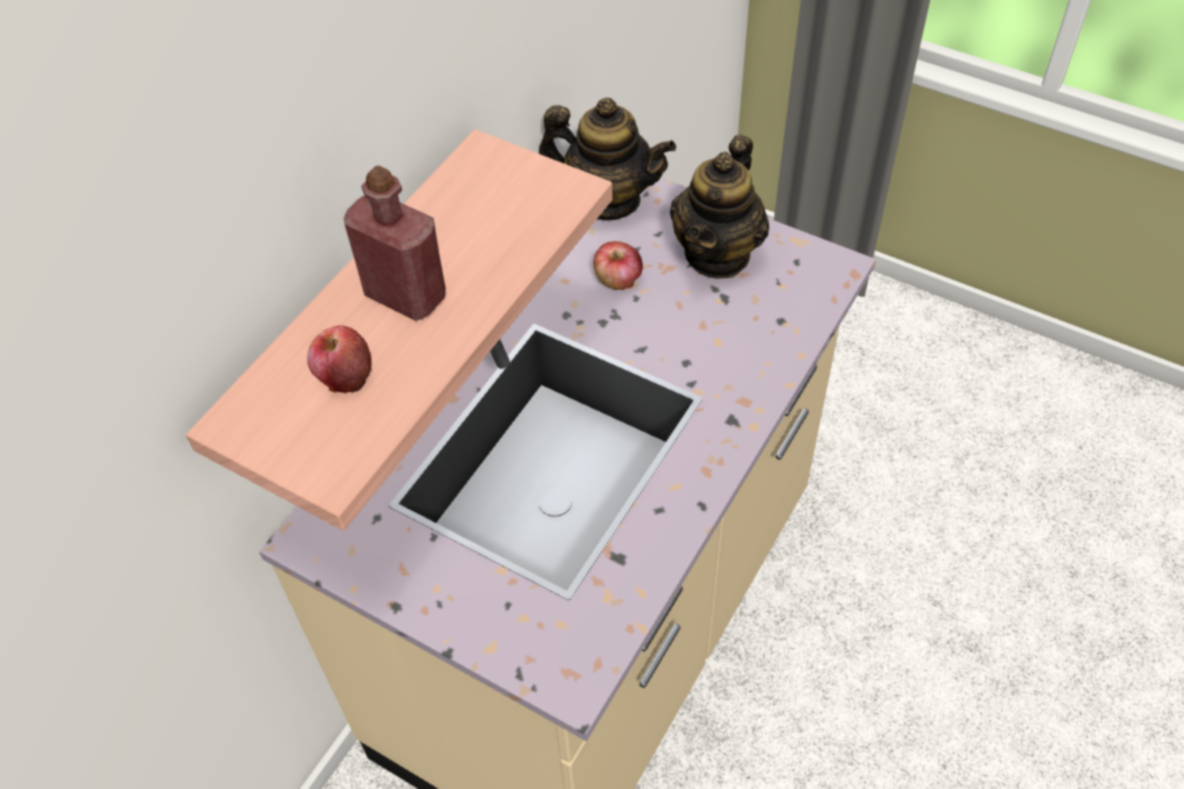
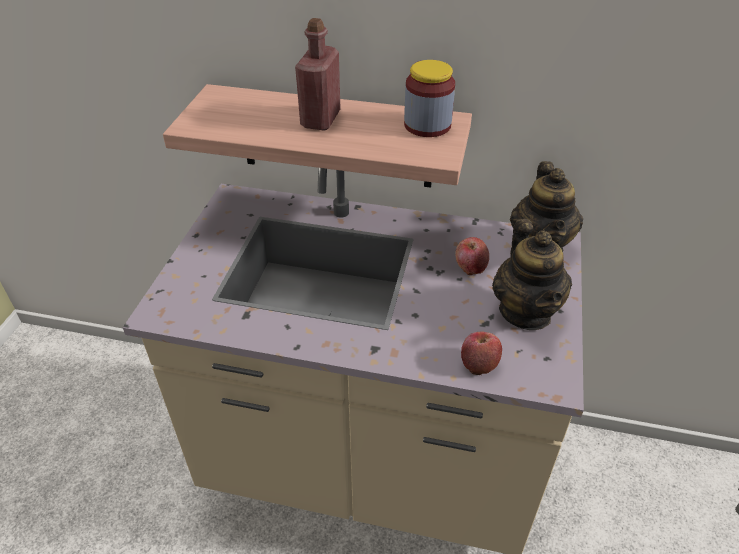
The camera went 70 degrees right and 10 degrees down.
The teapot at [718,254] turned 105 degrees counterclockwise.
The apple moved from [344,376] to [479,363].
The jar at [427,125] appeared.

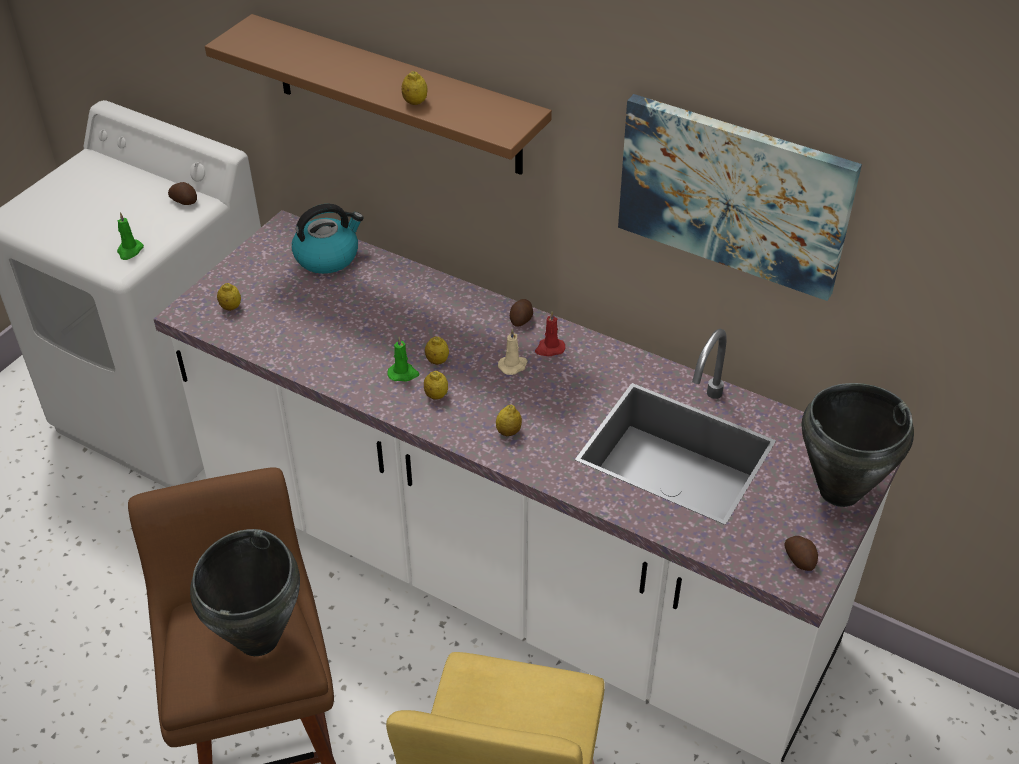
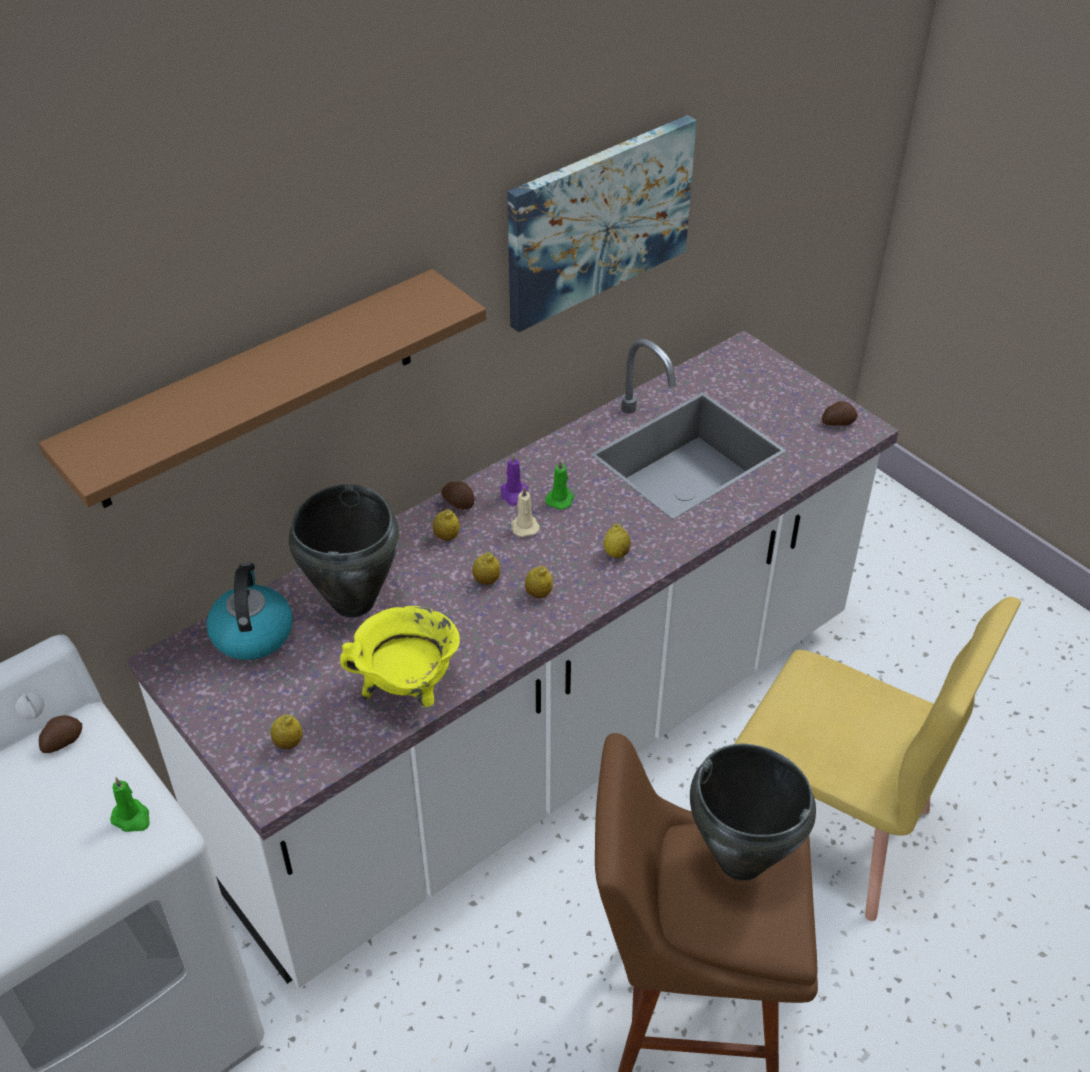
The camera went 70 degrees left and 0 degrees up.
The lemon moved from [415,102] to [447,537].
The reddish_candle at [549,349] became the purplish_candle at [514,494].
The green_candle moved from [403,374] to [560,499].
The black_cooking_pot moved from [838,491] to [352,602].
The yellowish_cooking_pot at [408,690] appeared.

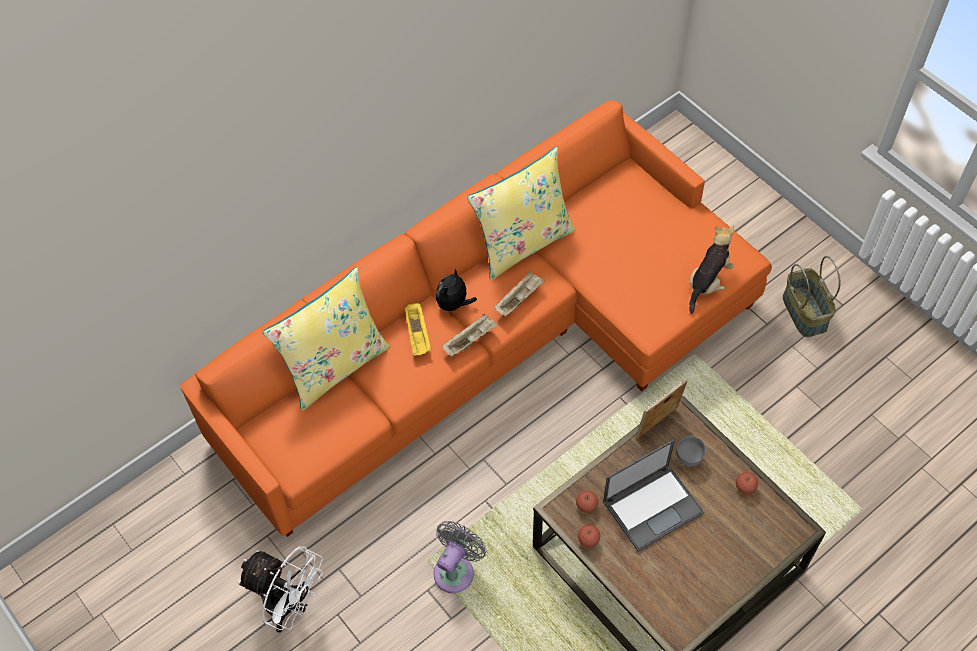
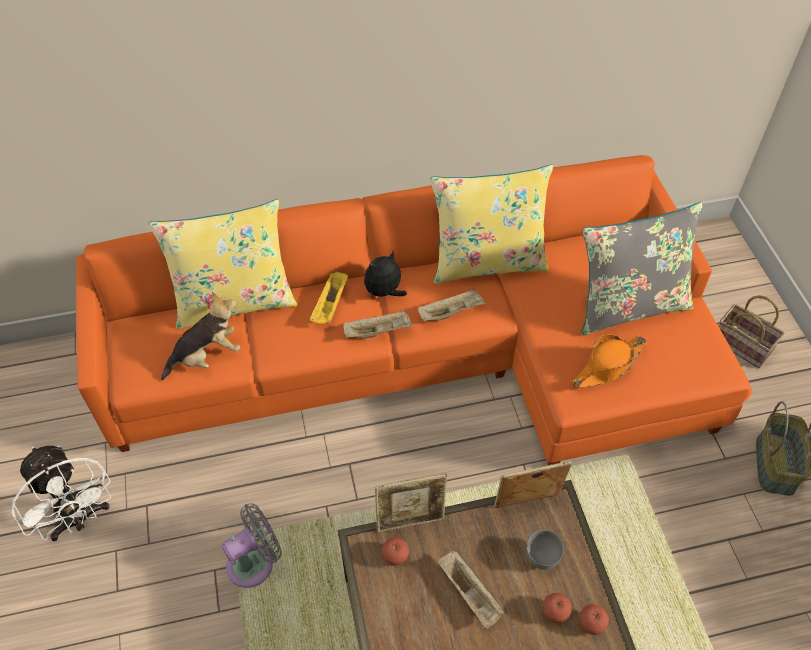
The camera went 25 degrees right and 5 degrees down.
The cuddly_toy moved from [708,282] to [207,356].
The portable_computer at [653,506] was replaced by the sand-coloured_tray at [470,594].
The apple moved from [588,540] to [554,612].
The gray_throw_pillow at [628,306] appeared.
The storage_basket at [744,346] appeared.
The orange_wearable_hat at [608,366] appeared.
The photo_frame at [410,521] appeared.

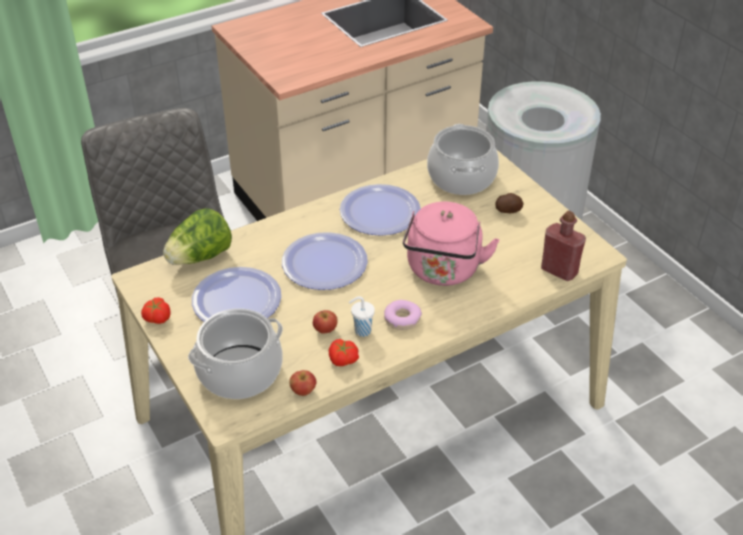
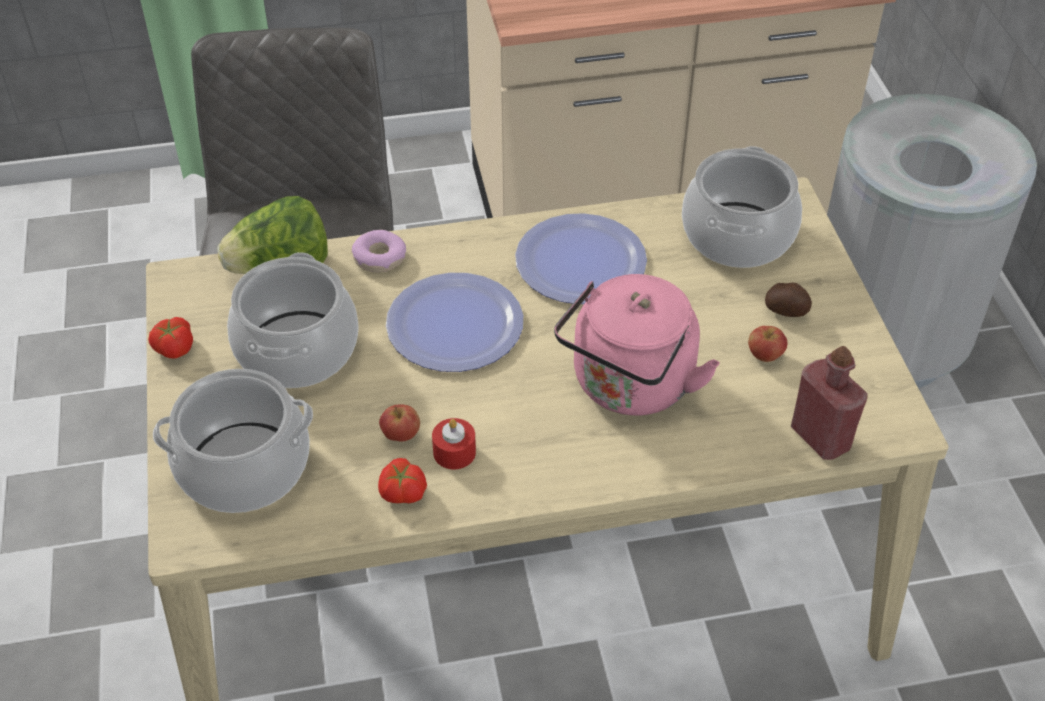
The camera went 20 degrees right and 5 degrees up.
The plate at [237,300] was replaced by the cooking_pot at [298,350].
The white-coloured_drinking_cup at [361,331] was replaced by the reddish_candle at [454,452].
The donut moved from [402,319] to [379,258].
The apple moved from [303,391] to [765,355].

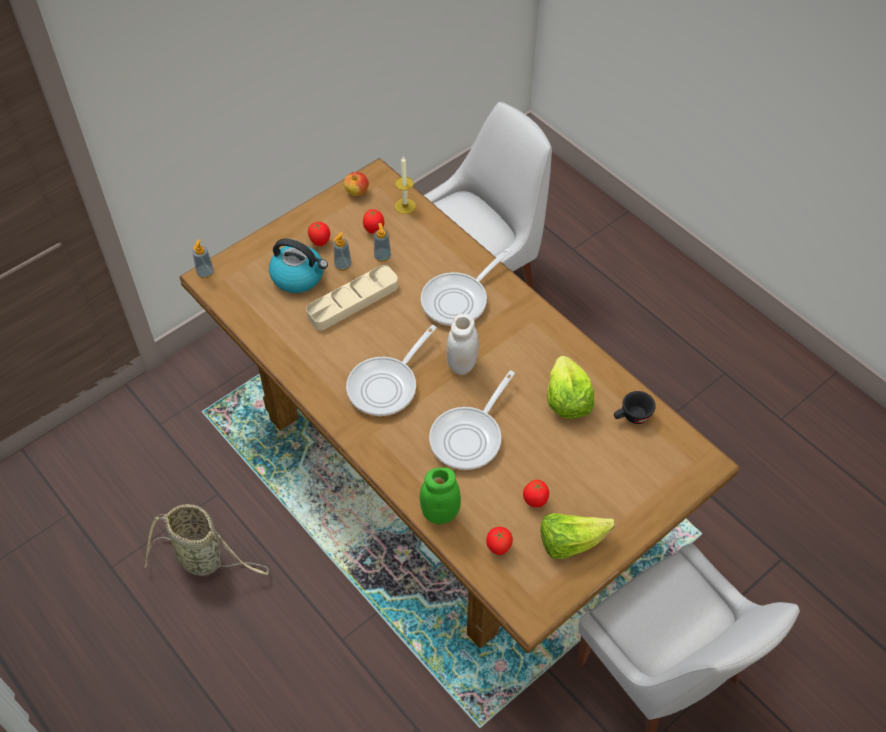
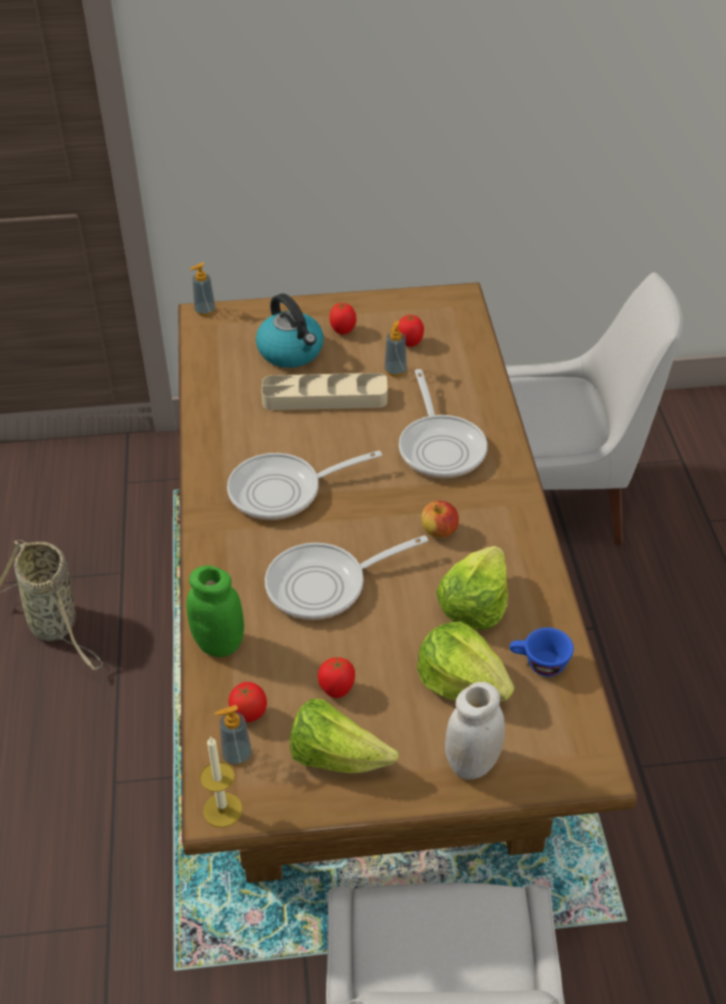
The camera went 35 degrees right and 10 degrees down.
The candle moved from [405,206] to [222,810].
The apple moved from [357,192] to [439,532].
The liquid_soap_bottle moved from [343,265] to [237,755].
The frying_pan at [459,300] turned 90 degrees counterclockwise.
The white-coloured_jar moved from [462,364] to [472,763].
The black_drinking_cup at [632,417] became the blue_drinking_cup at [539,664].
The lettuce at [462,682] appeared.

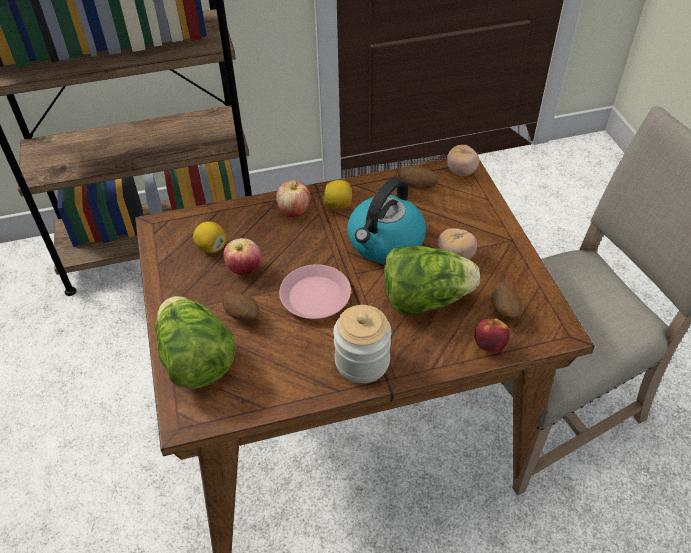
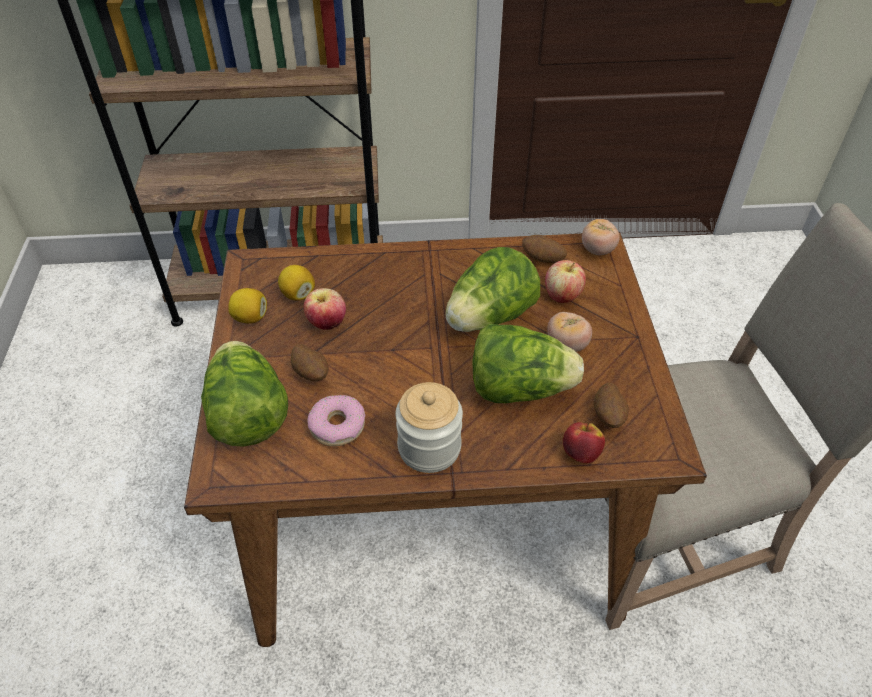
The camera went 10 degrees right and 0 degrees up.
The tea_kettle at [385,243] was replaced by the lettuce at [490,317].
The apple moved from [294,211] to [562,296].
The lemon moved from [338,205] to [250,317].
The pink-coloured_plate at [315,296] disappeared.
The donut at [337,425] appeared.

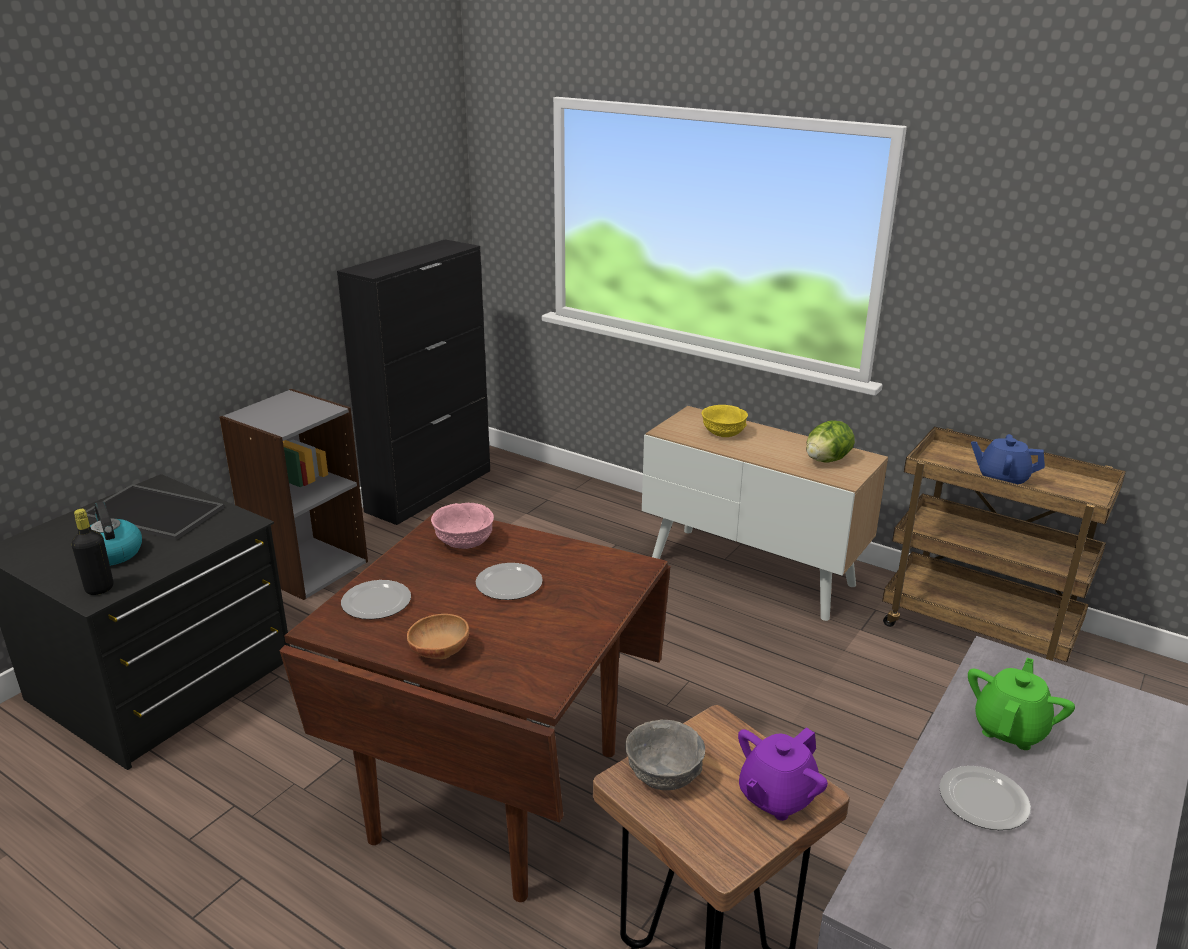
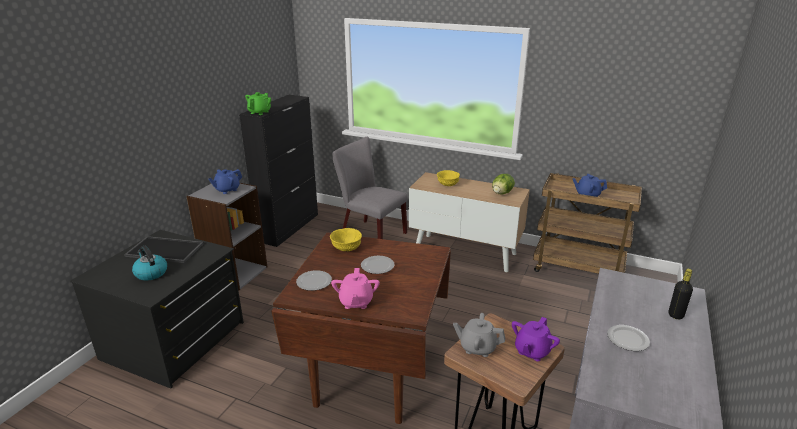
The camera went 10 degrees left and 0 degrees up.
The pink-coloured_deep_dish at [463,542] became the yellowish_deep_dish at [346,248].
The black_bottle moved from [99,589] to [675,315].
The brownish_deep_dish at [438,652] was replaced by the pink-coloured_teapot at [356,302].
The green_teapot moved from [1010,729] to [260,112].
The gray_deep_dish at [665,774] was replaced by the gray_teapot at [477,347].
The gray_plain_chair at [369,234] appeared.
The blue_teapot at [227,190] appeared.

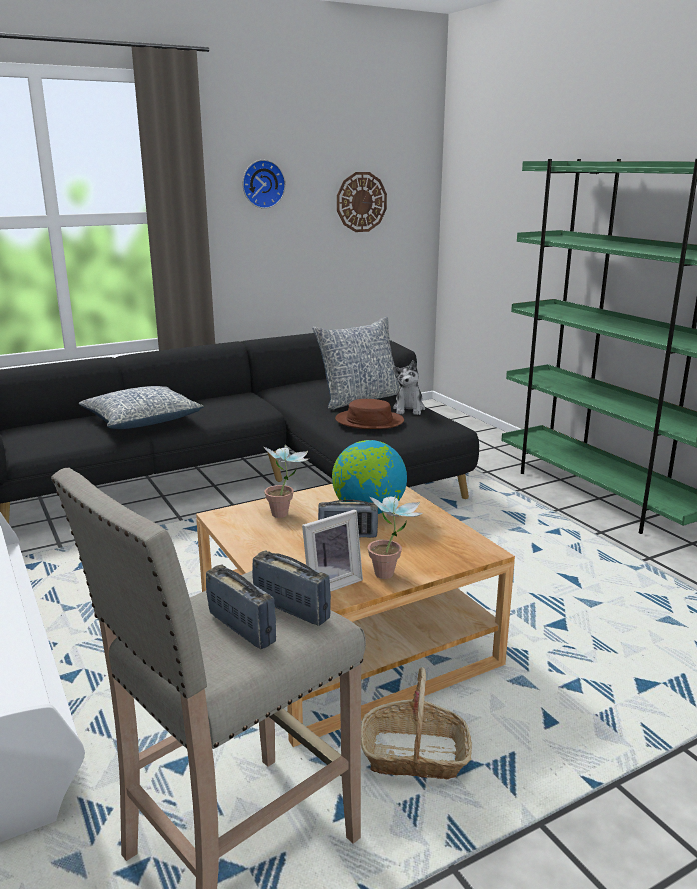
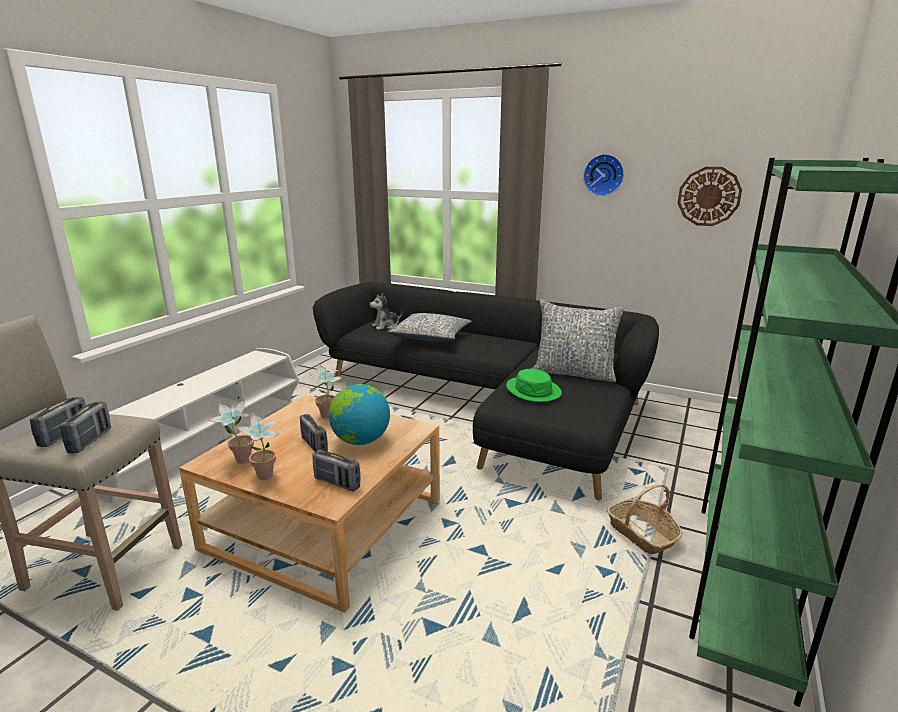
The camera went 55 degrees right and 0 degrees up.
The cuddly_toy moved from [409,409] to [386,326].
The brownish_wearable_hat at [369,421] became the green_wearable_hat at [533,390].
The photo_frame at [330,583] was replaced by the houseplant at [239,462].
The storage_basket moved from [414,756] to [642,534].
The radio at [337,483] appeared.

